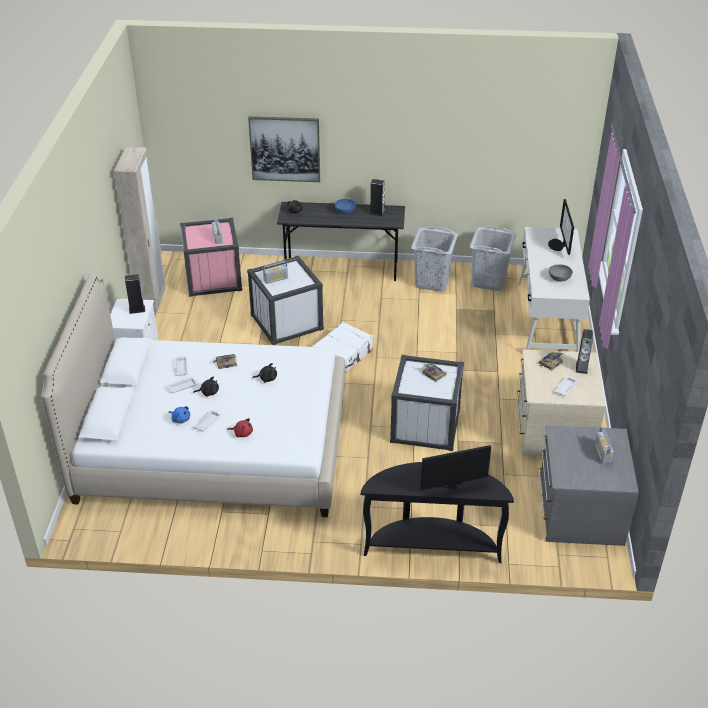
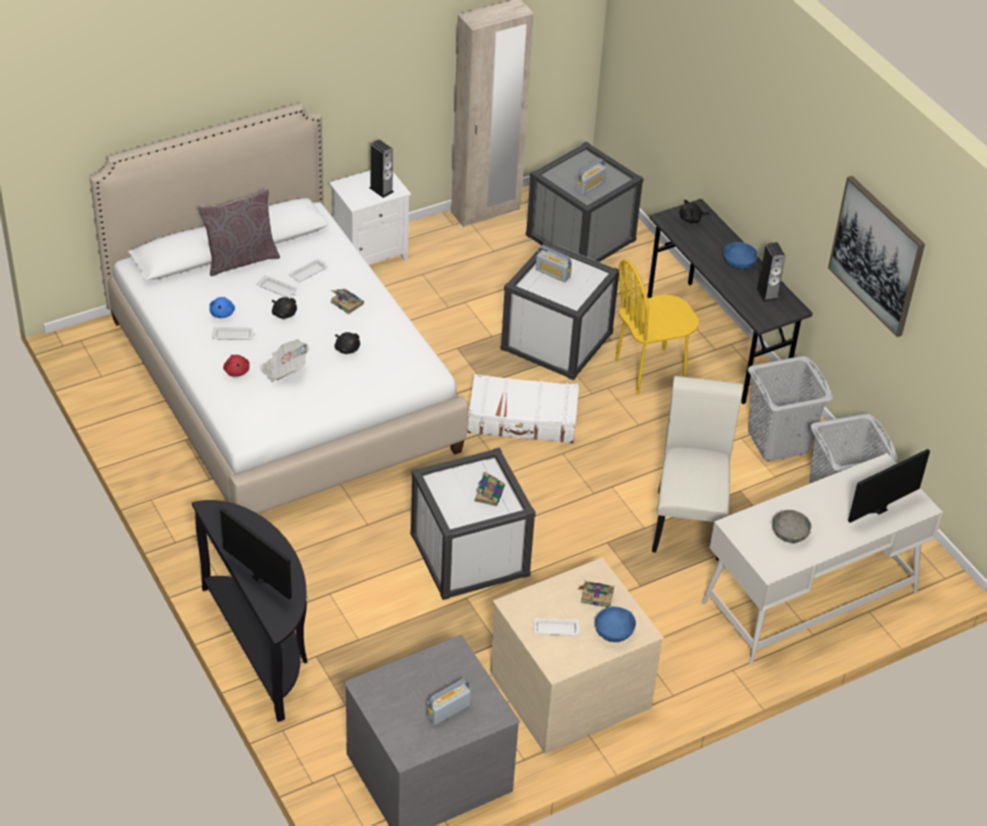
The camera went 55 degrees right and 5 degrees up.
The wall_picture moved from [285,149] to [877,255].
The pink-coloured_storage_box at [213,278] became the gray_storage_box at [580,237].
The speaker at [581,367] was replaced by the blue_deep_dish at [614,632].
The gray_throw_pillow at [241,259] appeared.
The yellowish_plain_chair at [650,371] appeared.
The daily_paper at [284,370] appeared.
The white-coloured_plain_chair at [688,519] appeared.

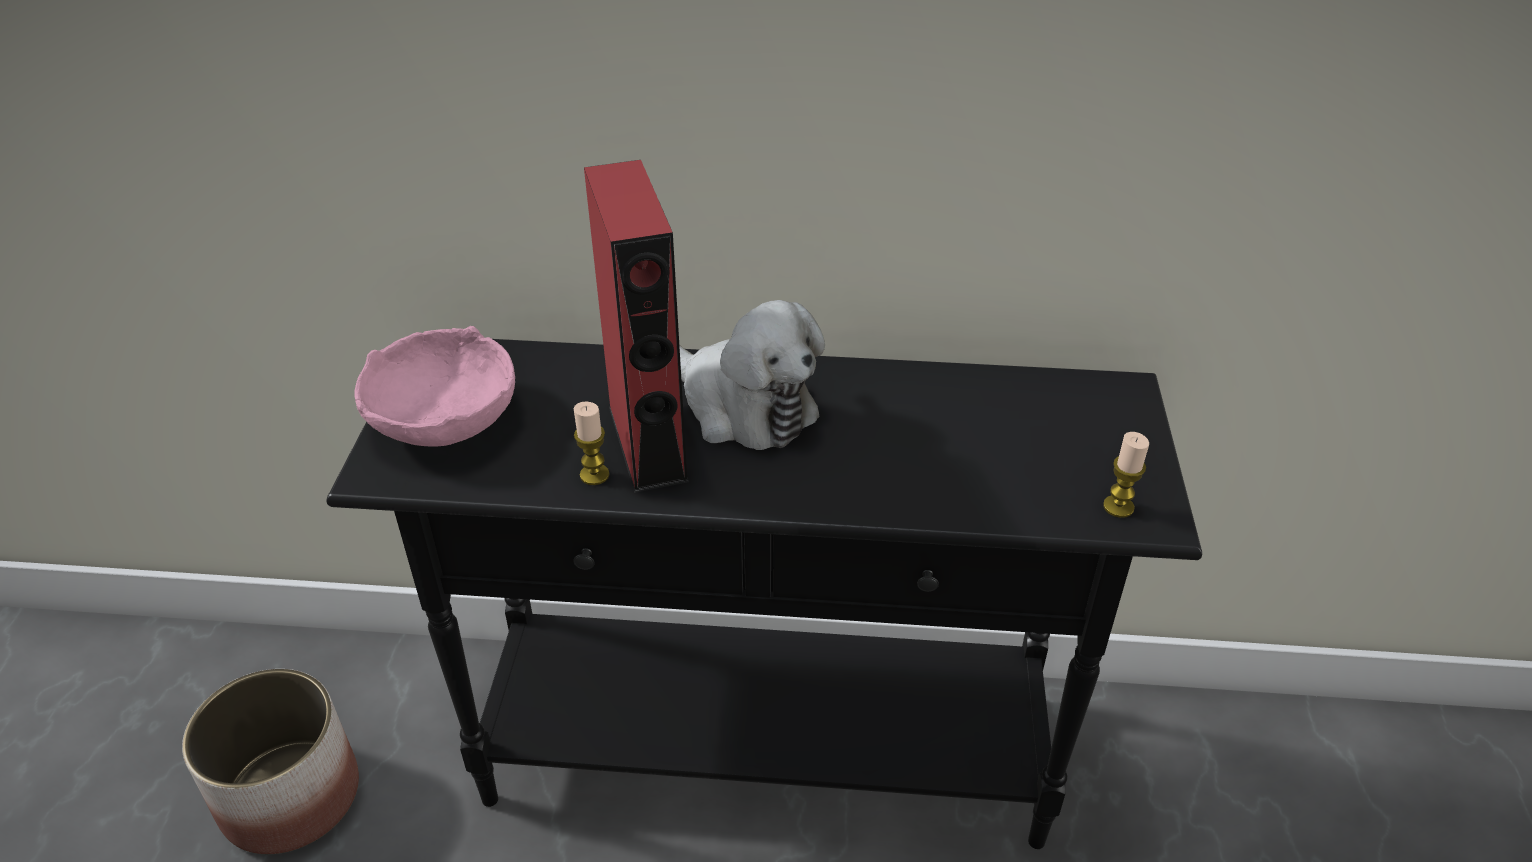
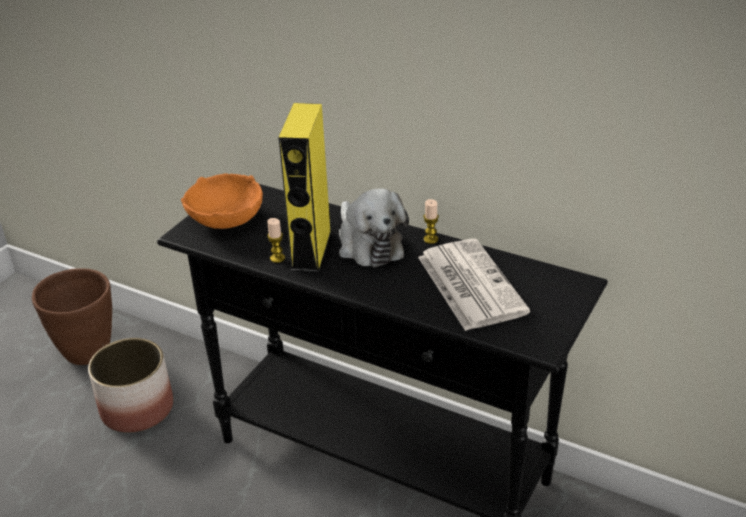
The camera went 25 degrees right and 5 degrees down.
The reddish_speaker at [647,443] became the yellowish_speaker at [311,250].
The pink-coloured_deep_dish at [446,420] became the orange_deep_dish at [227,219].
The candle moved from [1118,507] to [430,239].
The daily_paper at [469,284] appeared.
The brownish_plant_pot at [87,351] appeared.

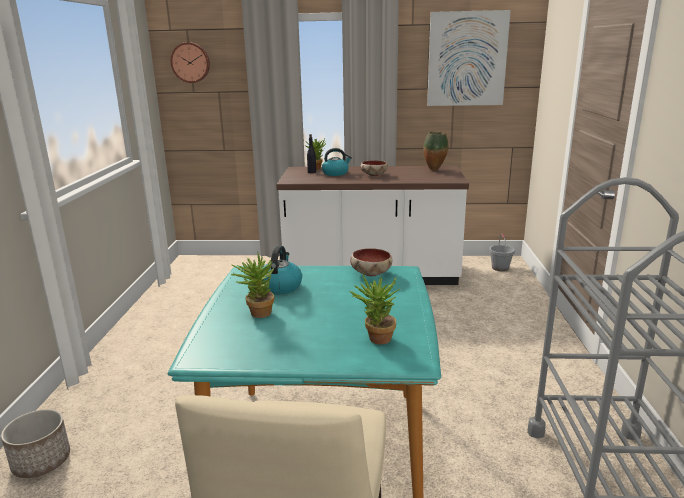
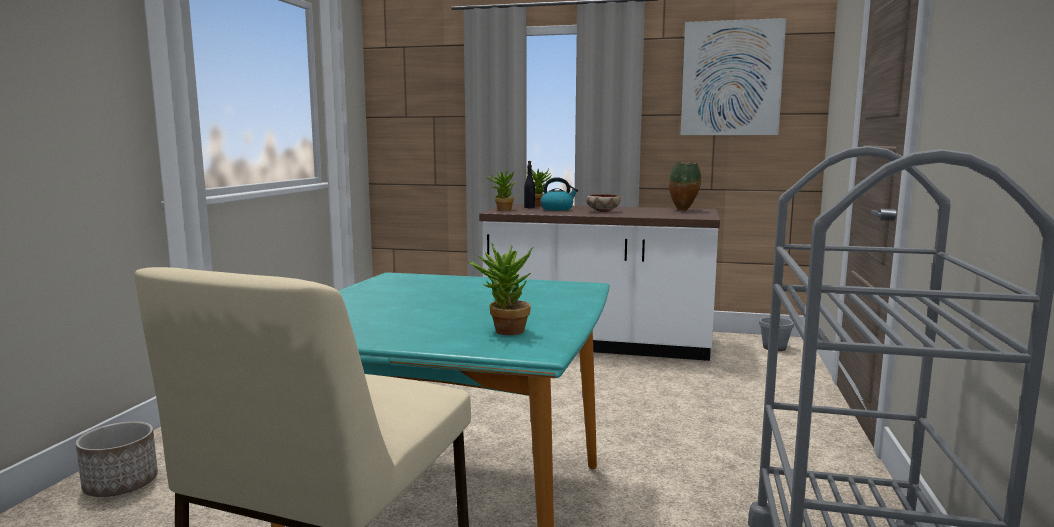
The camera went 10 degrees right and 10 degrees down.
The wall_clock at [191,62] disappeared.
The tea_kettle at [280,286] disappeared.
The deep_dish at [370,273] disappeared.
The houseplant moved from [257,312] to [501,210].

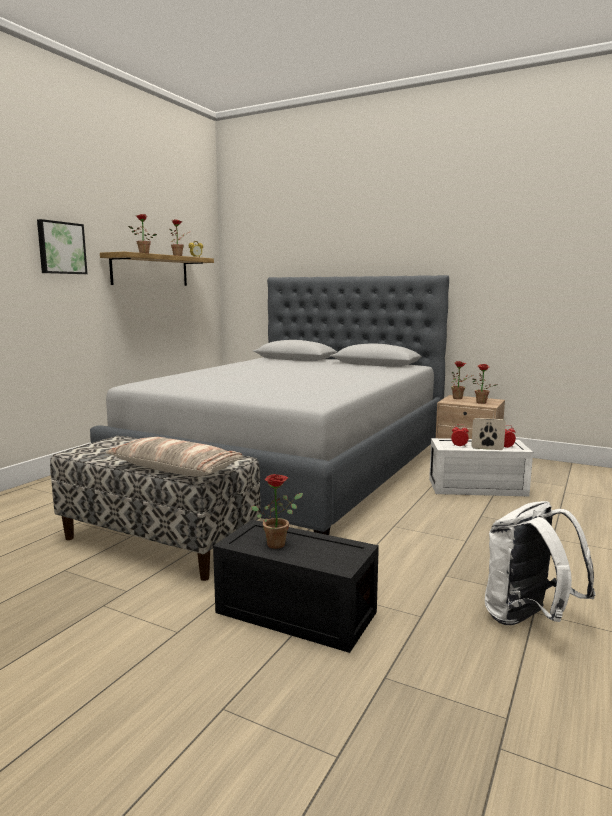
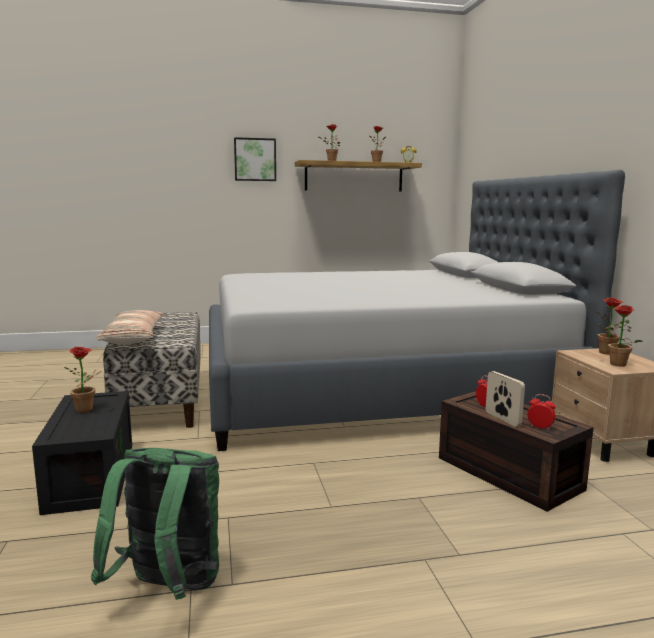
The camera went 50 degrees right and 0 degrees up.
The white-coloured_storage_box at [476,487] became the brownish_storage_box at [505,473].
The white-coloured_knapsack at [528,619] became the green_knapsack at [168,589].

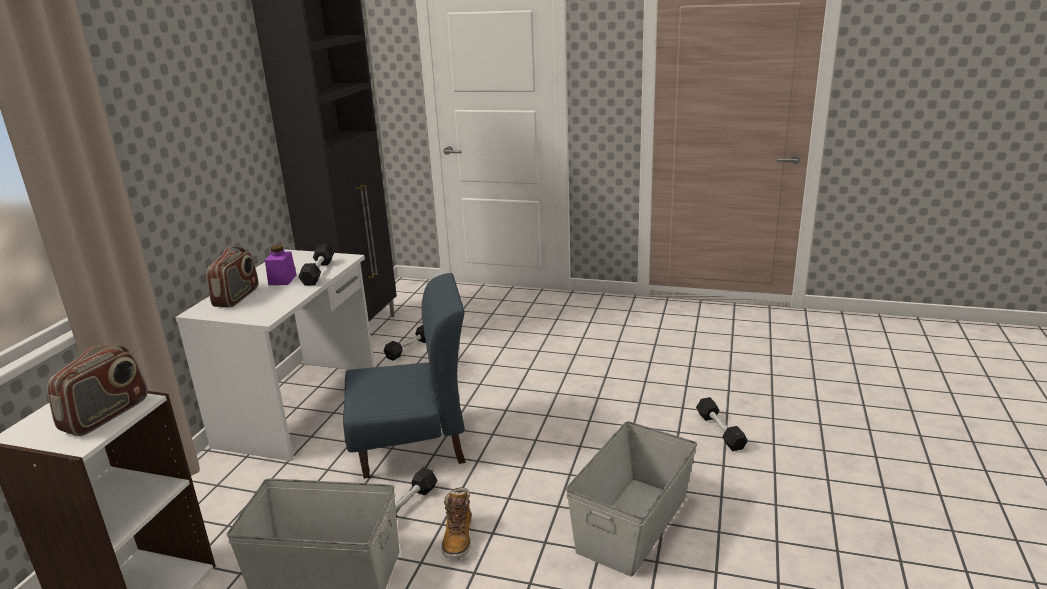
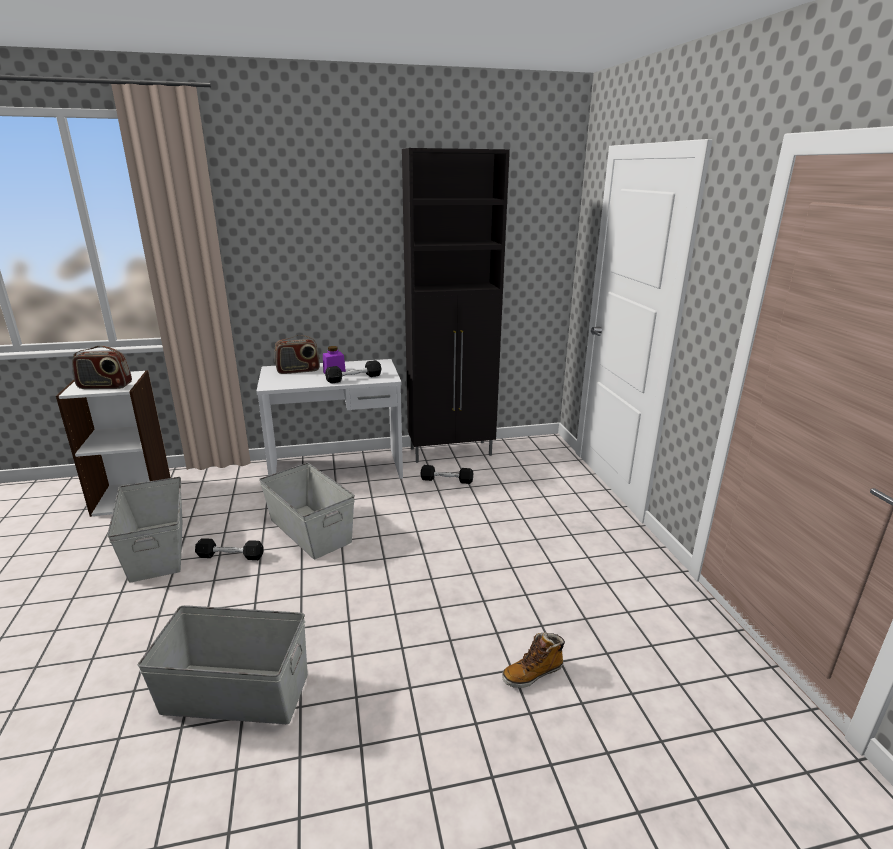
The camera went 60 degrees right and 0 degrees up.
The blue_plain_chair at [412,445] was replaced by the gray_storage_box at [310,531].
The black_dumbbell at [720,431] disappeared.
The high-top_boot moved from [458,537] to [532,673].

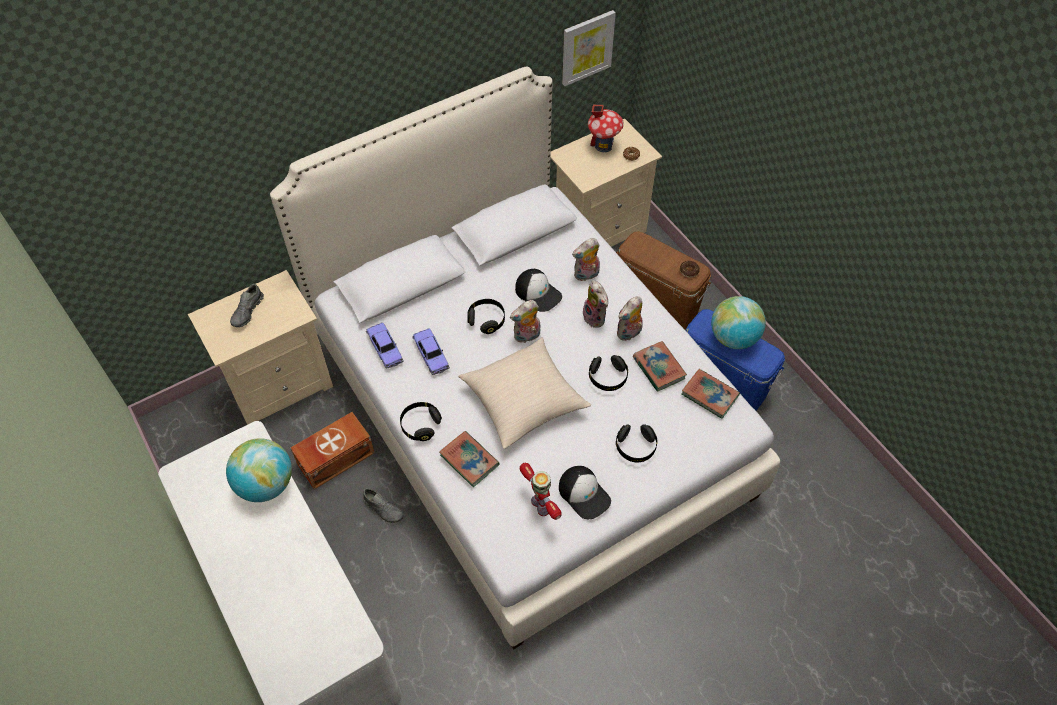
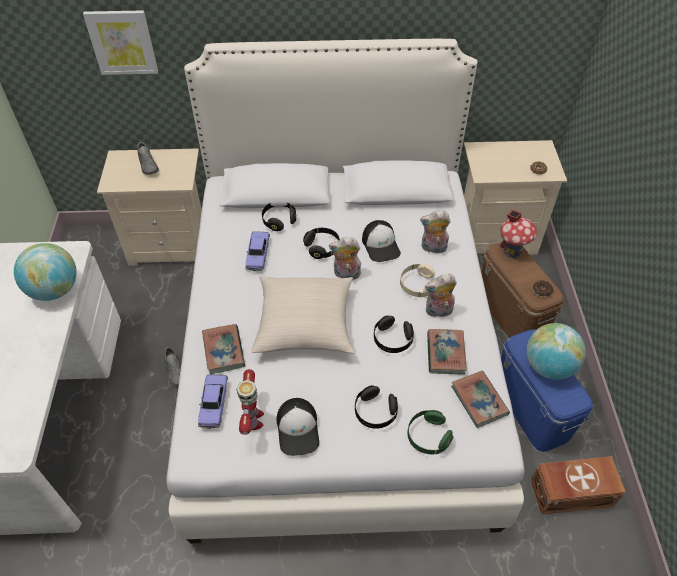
The camera went 30 degrees right and 5 degrees down.
The wall_picture moved from [587,47] to [122,42].
The miniature_house moved from [603,145] to [512,251].
The cuddly_toy at [596,317] was replaced by the sand-coloured_headset at [417,286].
The gray_shoe at [247,311] turned 75 degrees counterclockwise.
The model_car moved from [385,349] to [214,404].
The black_headset moved from [420,425] to [279,220].
The brownish_storage_box moved from [334,458] to [570,491].
The green_headset at [428,437] appeared.

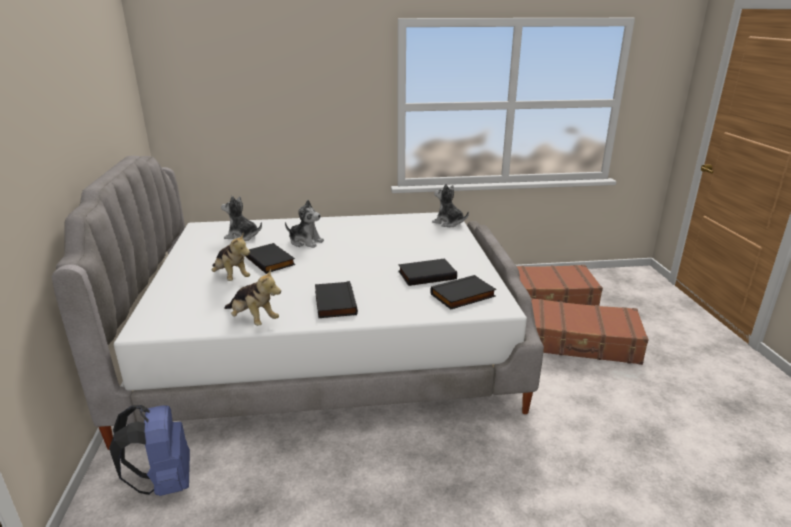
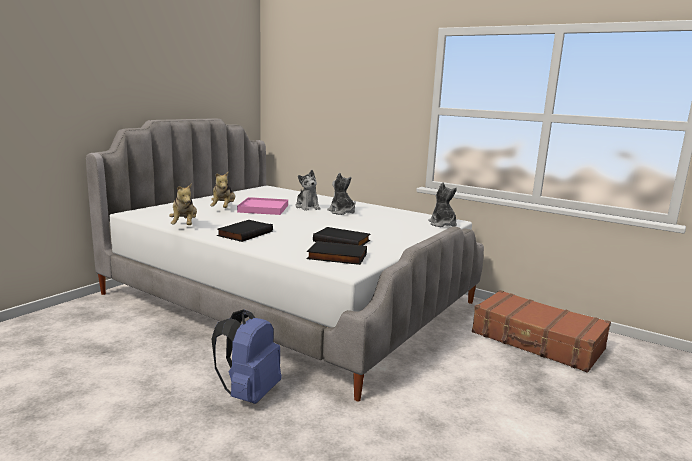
The camera went 40 degrees right and 10 degrees down.
The cuddly_toy moved from [242,237] to [341,212].
The black_book at [271,261] was replaced by the pink-coloured_tray at [263,209].
The brownish_suitcase at [580,342] disappeared.
The blue_knapsack moved from [164,482] to [249,393].

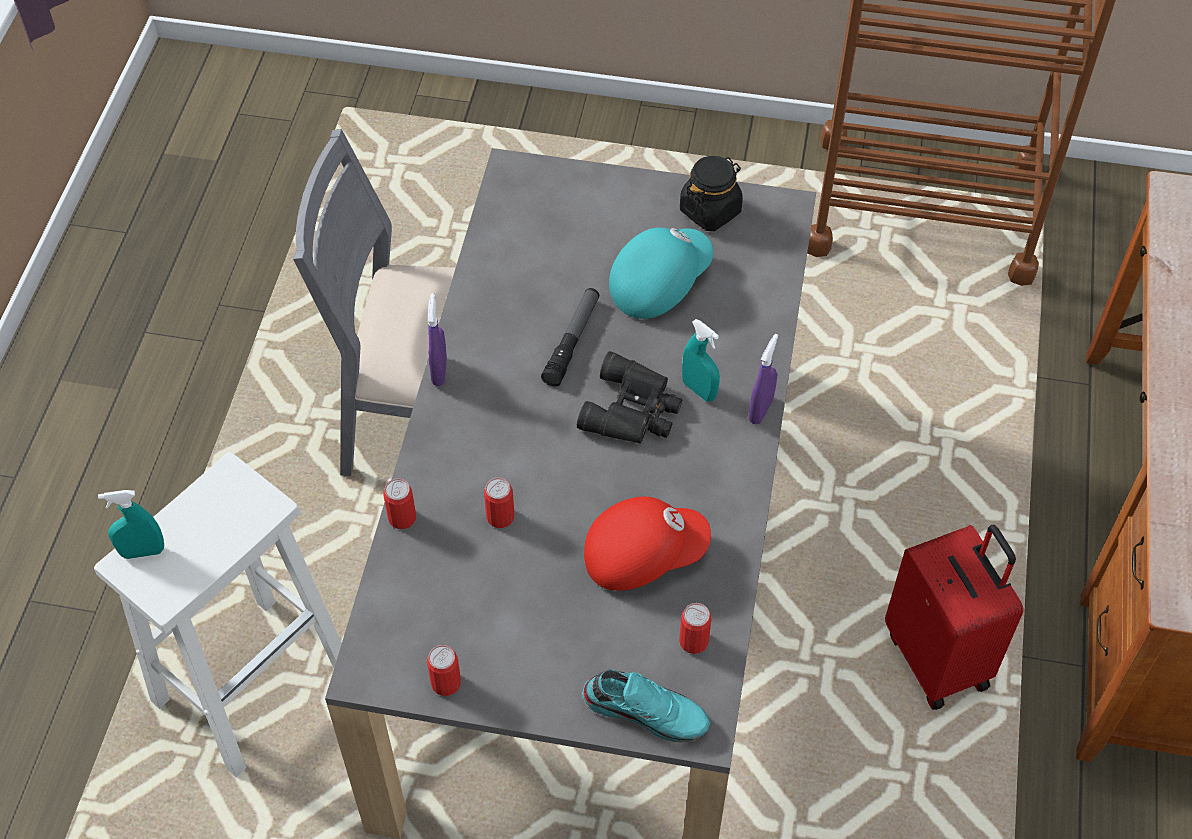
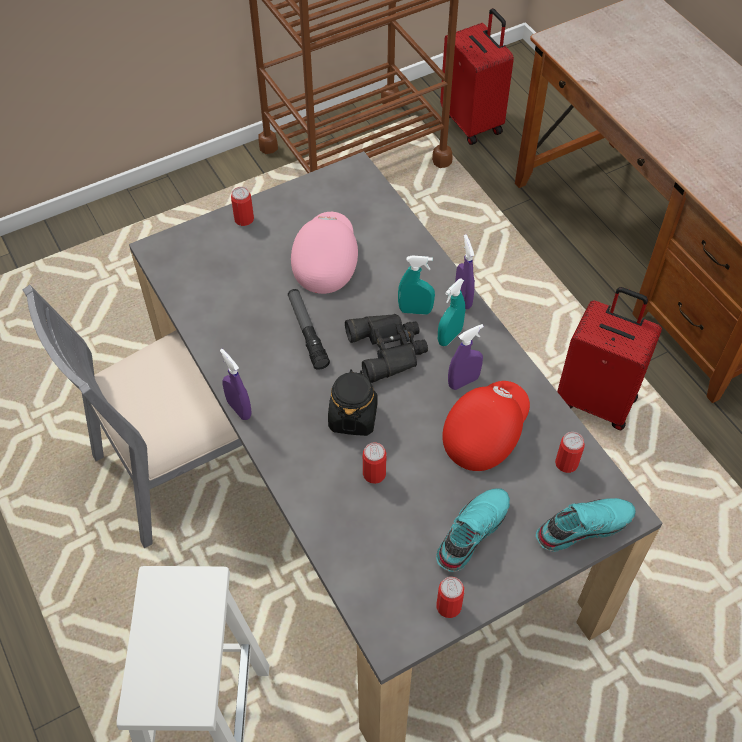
The camera went 40 degrees left and 0 degrees up.
The black_jar moved from [710,211] to [353,417].
The turquoise_cap at [659,283] became the pink-coloured_cap at [325,261].
The can moved from [402,518] to [244,219].
The turquoise_sprayer moved from [142,552] to [449,336].
The reddish_suitcase at [473,122] appeared.
The purplish_sprayer at [463,381] appeared.
The turquoise_shoe at [471,531] appeared.

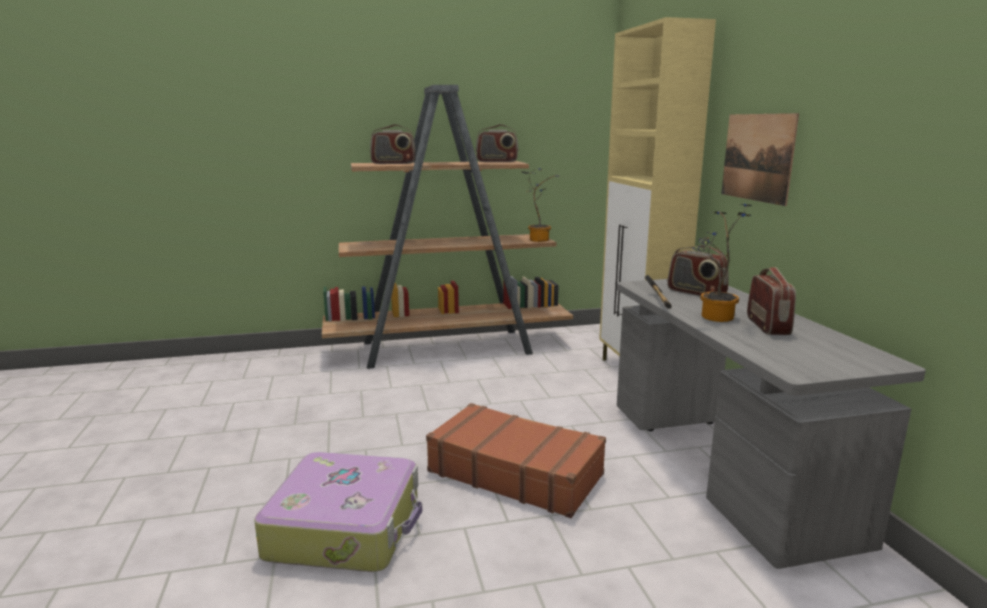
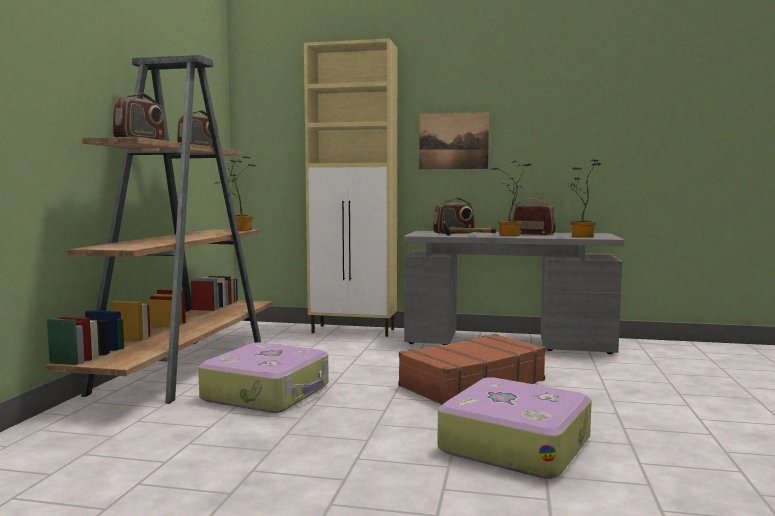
The camera went 65 degrees left and 10 degrees down.
The houseplant at [580,236] appeared.
The suitcase at [268,392] appeared.

